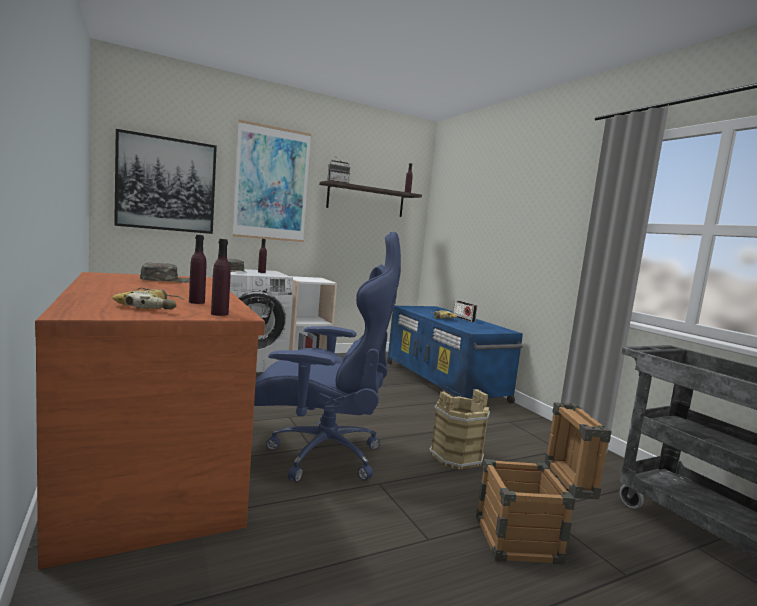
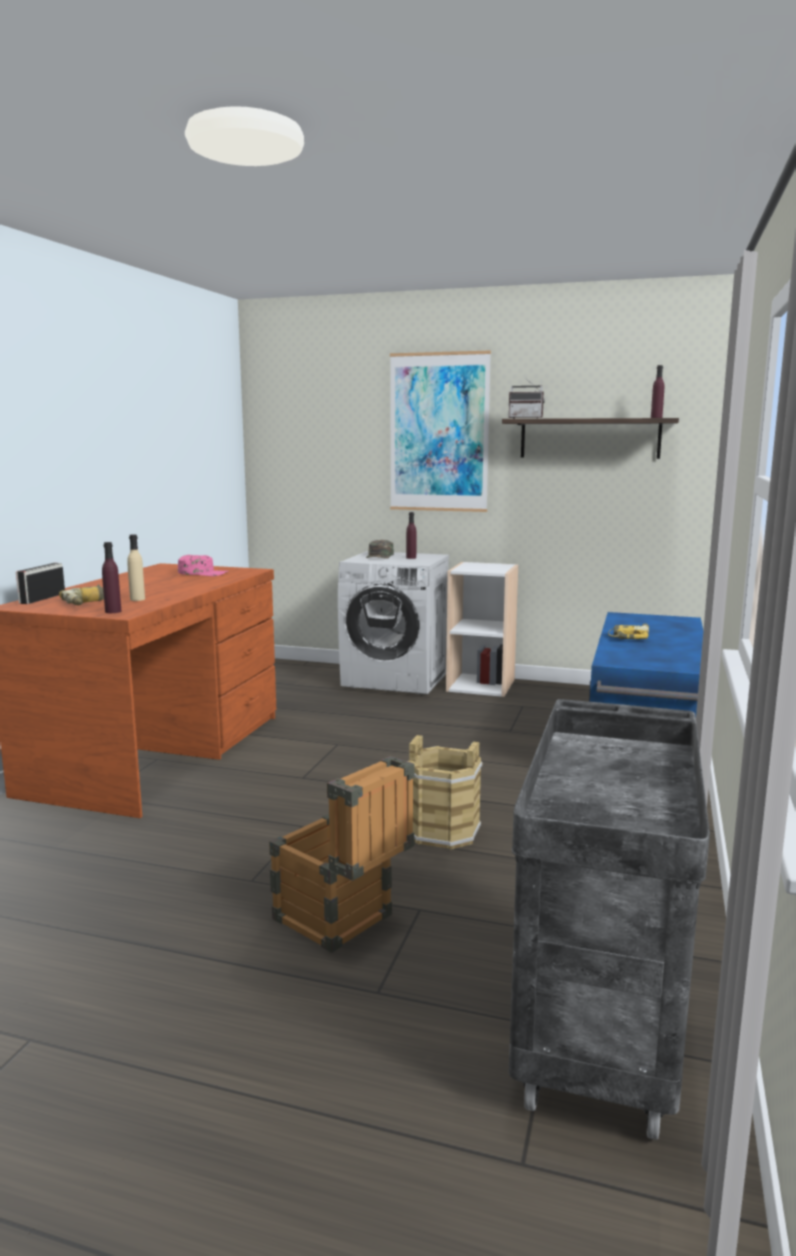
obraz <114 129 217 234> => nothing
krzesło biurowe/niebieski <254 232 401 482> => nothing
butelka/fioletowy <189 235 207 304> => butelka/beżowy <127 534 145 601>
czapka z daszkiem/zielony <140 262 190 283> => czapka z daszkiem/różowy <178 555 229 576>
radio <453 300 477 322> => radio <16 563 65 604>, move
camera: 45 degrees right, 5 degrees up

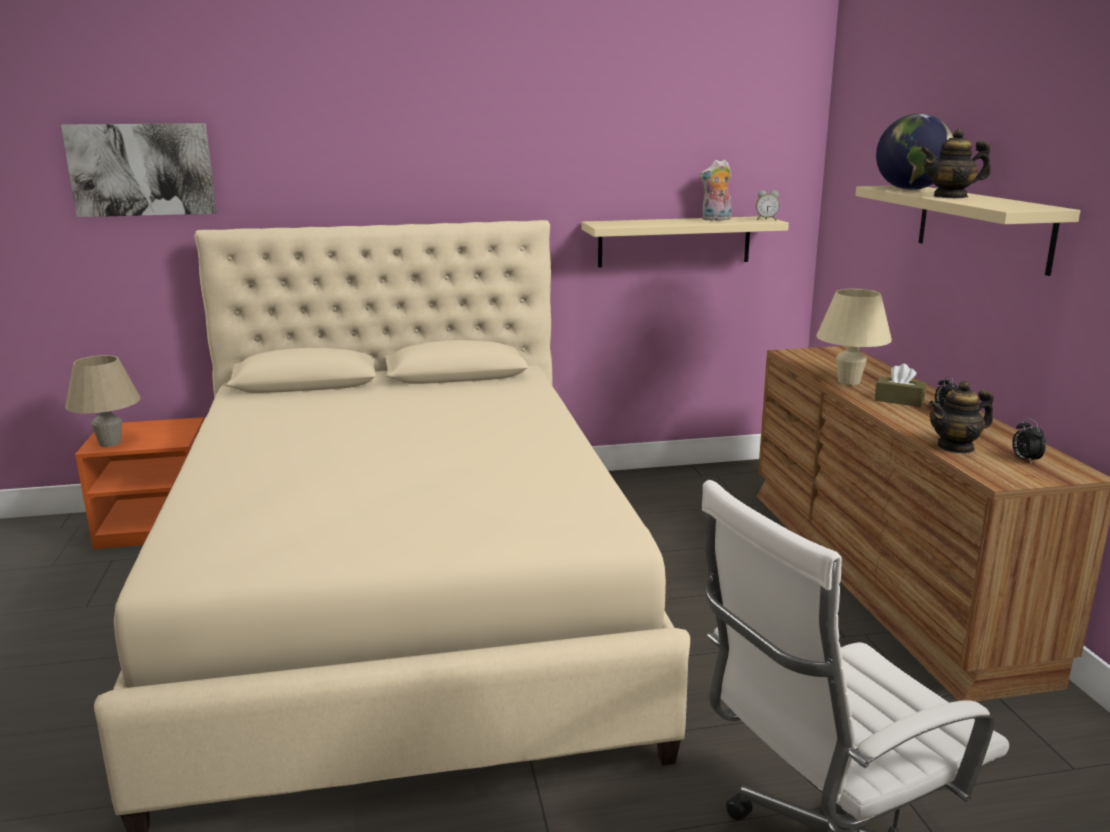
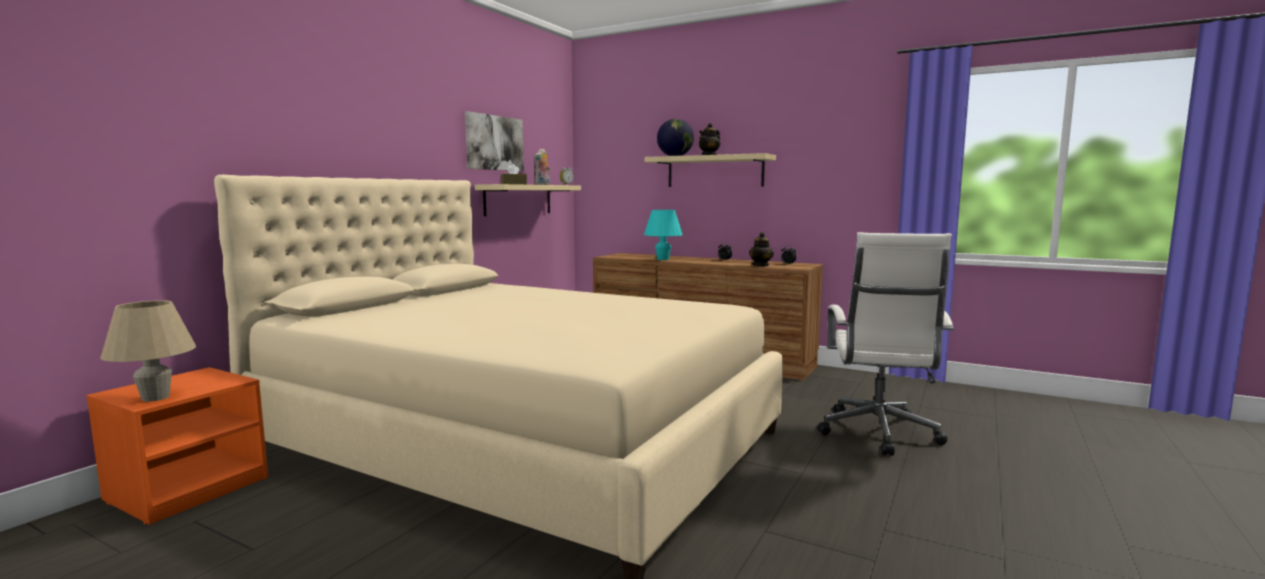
obraz <61 123 217 217> => obraz <465 111 524 171>, move
lampa stołowa/beżowy <816 289 892 385> => lampa stołowa/turkusowy <644 210 683 260>
pudełko chusteczek/brązowy <874 364 927 407> => pudełko chusteczek/brązowy <501 164 527 185>, move
camera: 50 degrees left, 10 degrees down

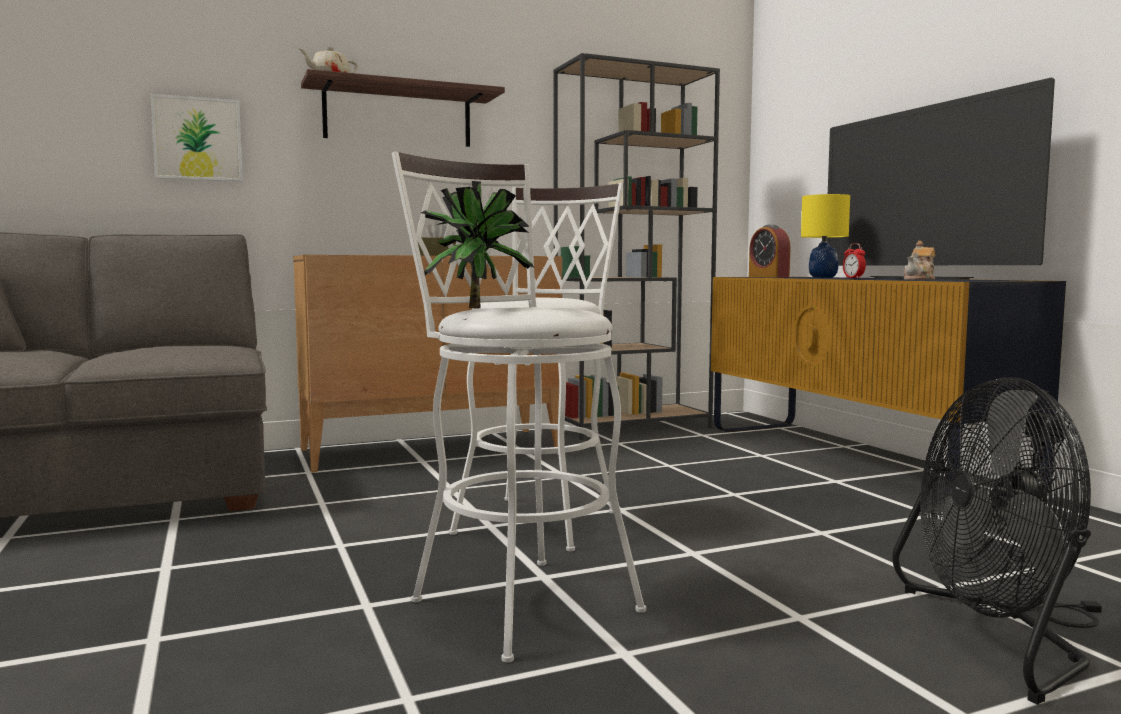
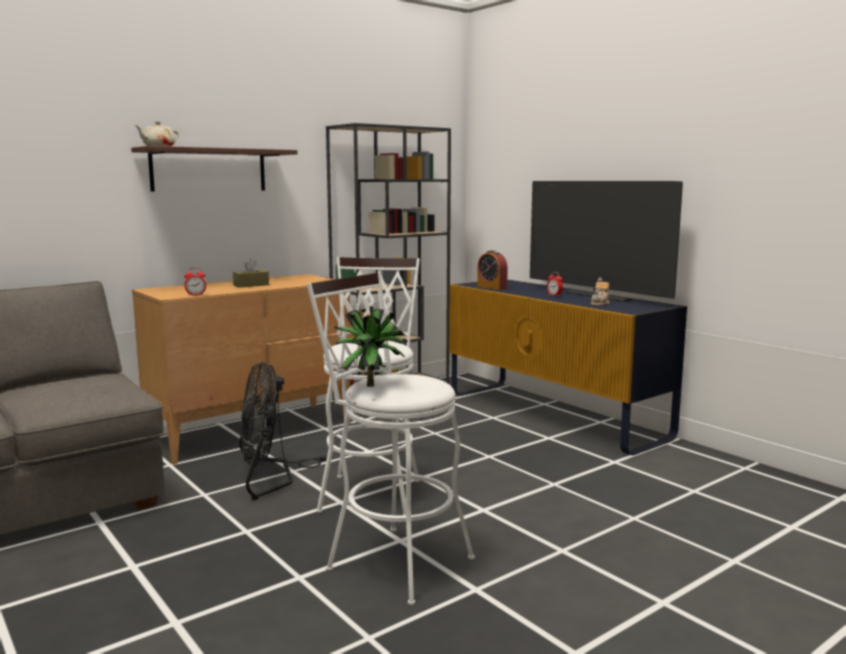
obraz <151 94 243 182> => nothing
lampa stołowa/żółty <801 194 850 278> => nothing
wentylator/czarny <892 377 1105 705> => wentylator/czarny <239 362 327 501>, move
nothing => budzik <184 268 206 296>
camera: 15 degrees left, 5 degrees up

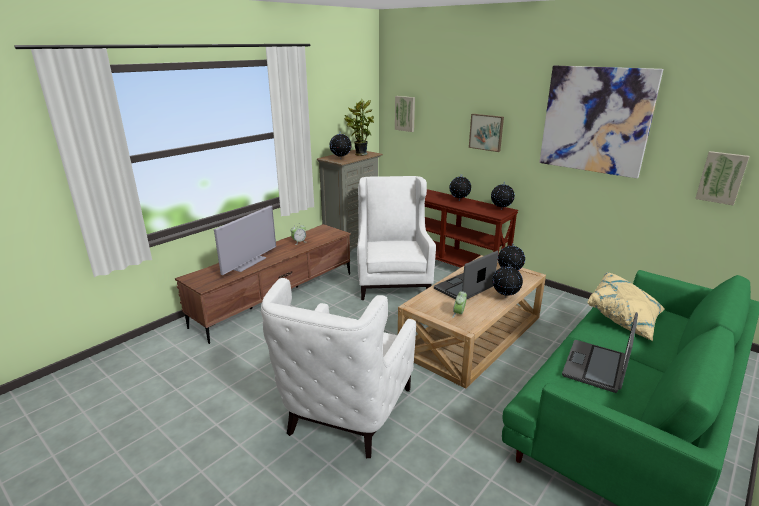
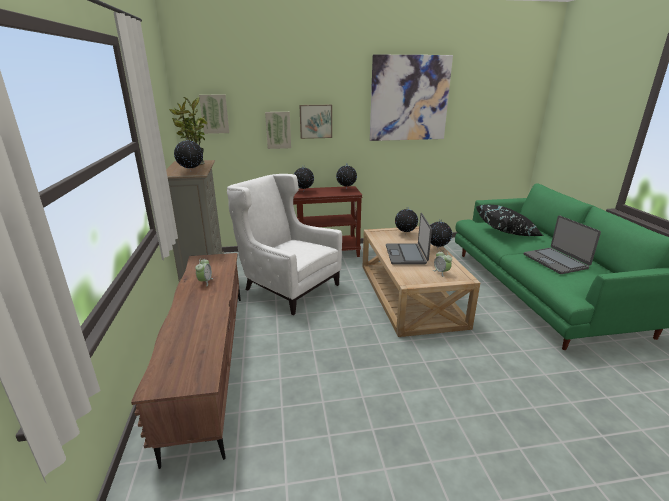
obraz <695 151 750 205> => obraz <265 112 291 149>, move
telewizor <214 206 276 275> => nothing
poduszka/beżowy <587 272 665 341> => poduszka/czarny <476 205 543 236>
fotel/biały <261 278 416 458> => nothing
camera: 50 degrees left, 0 degrees up

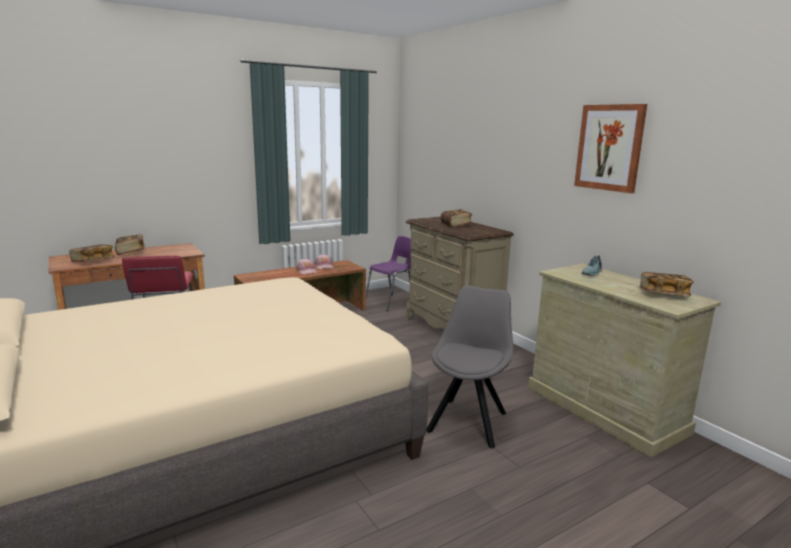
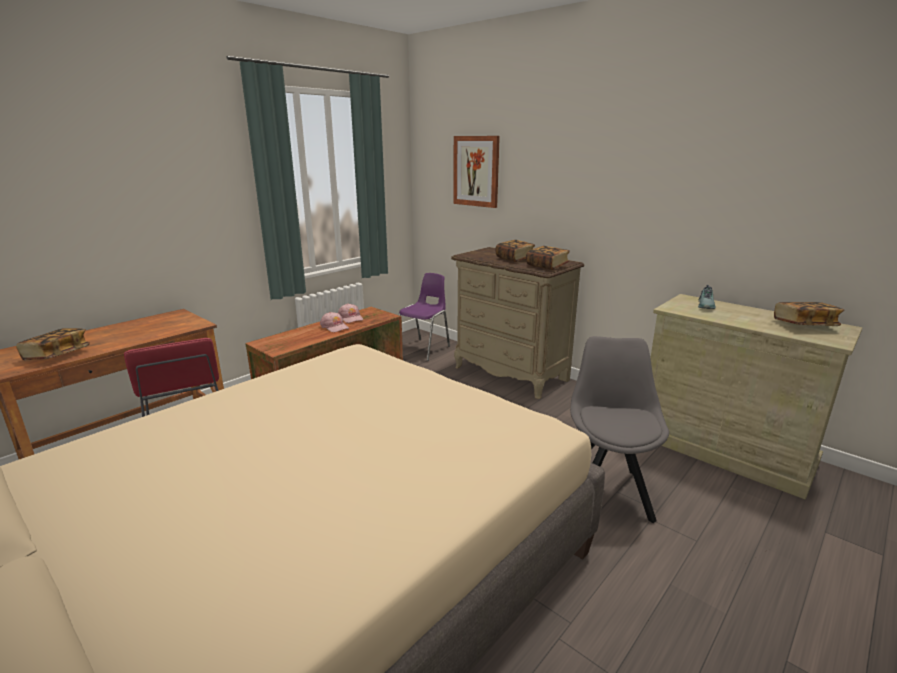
obraz <574 104 647 193> => obraz <453 136 500 208>, move
książka <115 234 145 255> => książka <526 246 570 270>, move
camera: 15 degrees left, 5 degrees up

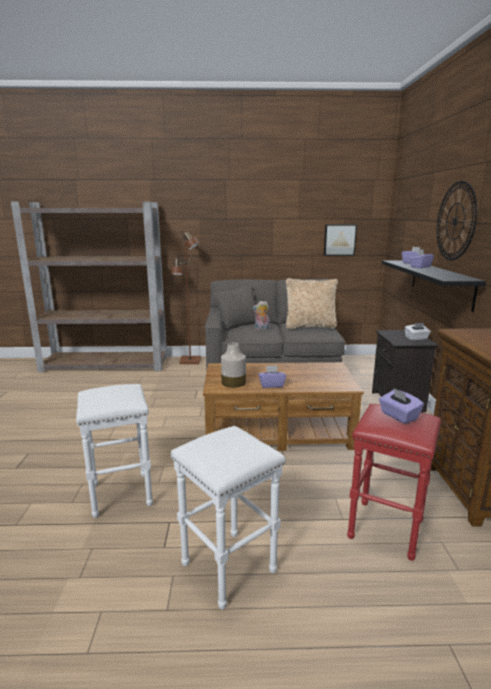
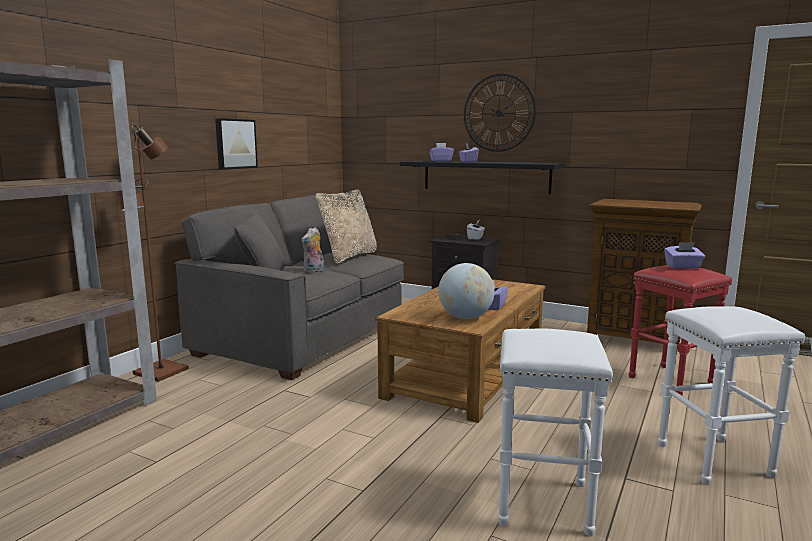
obraz <324 224 357 256> => obraz <215 118 258 170>, move
wazon/beżowy <221 343 246 388> => globus <438 263 495 319>
camera: 60 degrees left, 5 degrees down

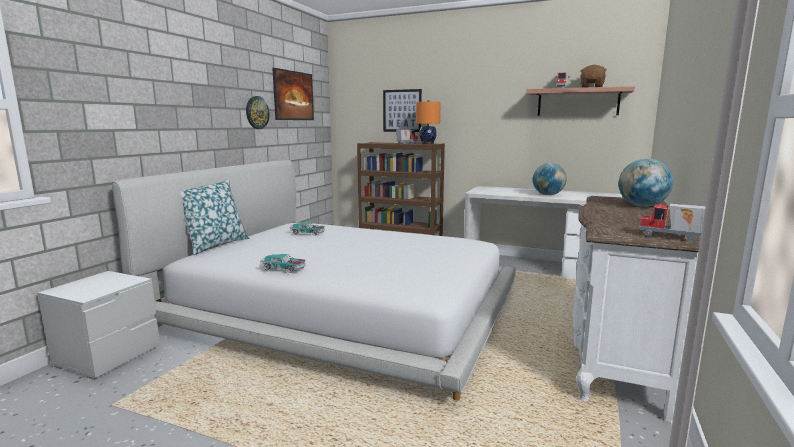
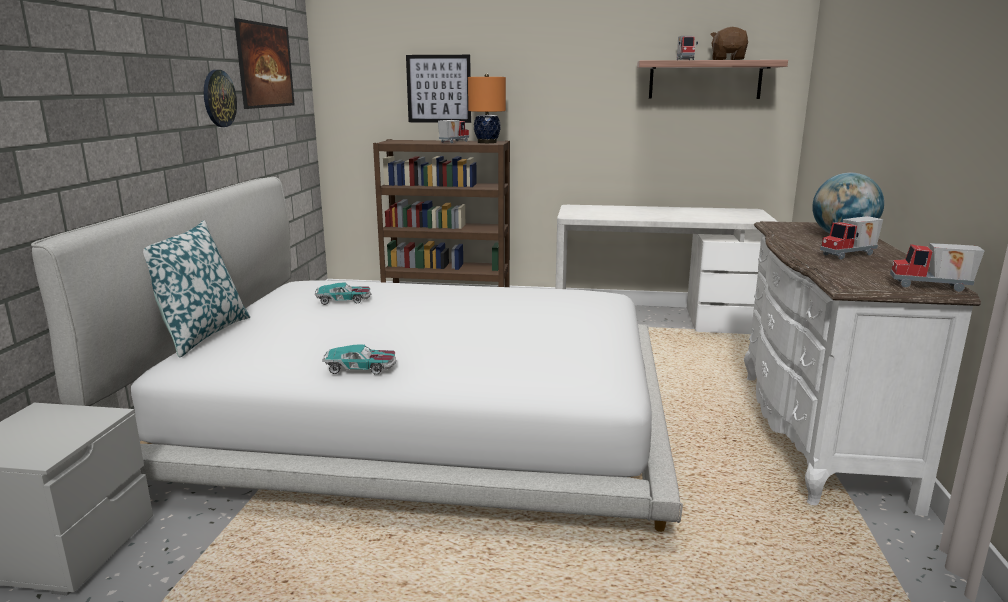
globus <533 163 567 195> => nothing
nothing => ciężarówka zabawkowa <820 216 883 260>
camera: 15 degrees left, 5 degrees up

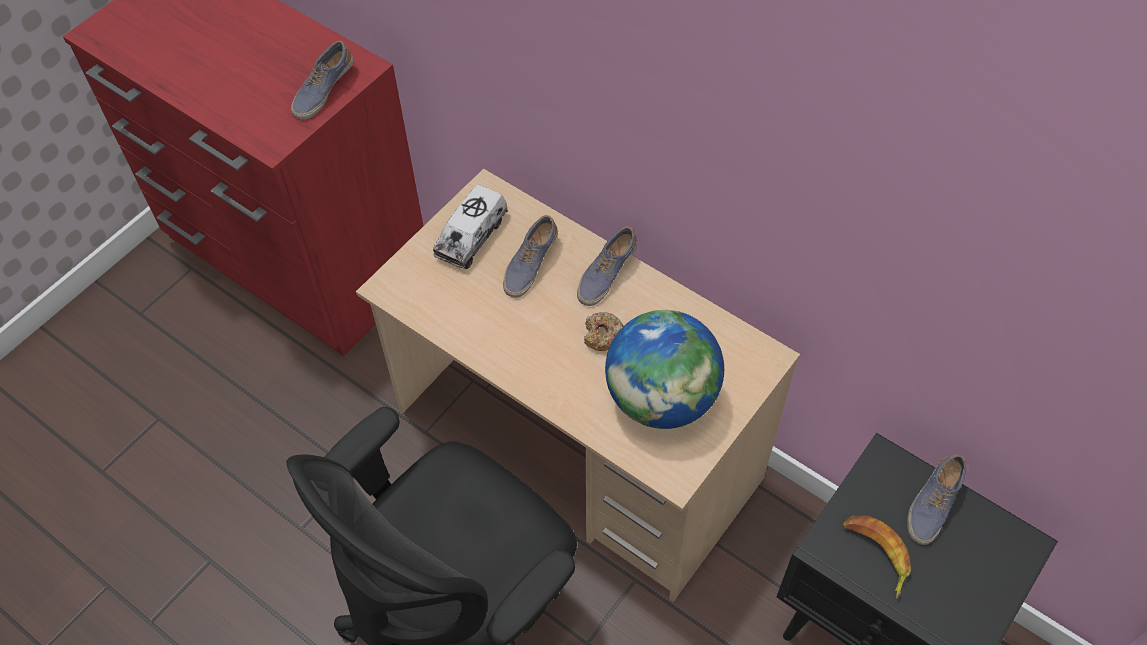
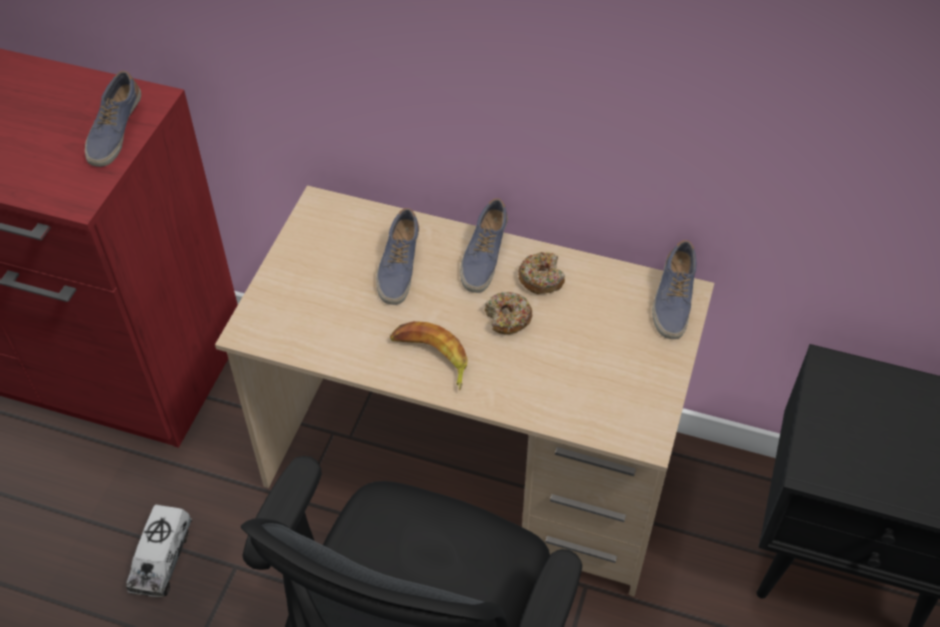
ciężarówka zabawkowa <433 184 508 269> => ciężarówka zabawkowa <126 505 192 597>, move
globus <605 310 724 429> => nothing
but <907 455 966 545> => but <652 240 696 339>, move
banan <842 515 911 599> => banan <390 321 468 390>, move
nothing => donut <518 252 565 294>
camera: 20 degrees left, 5 degrees down

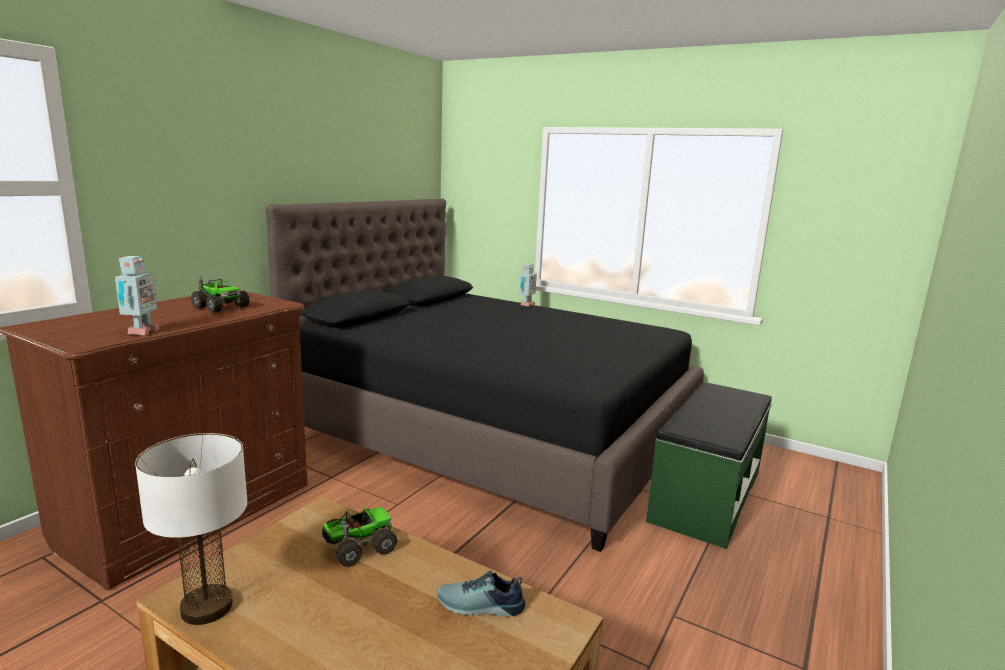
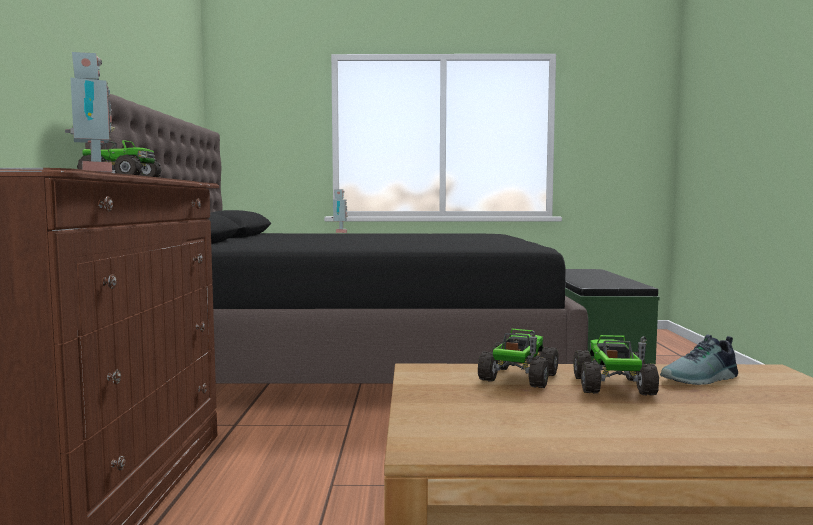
lampa stołowa <135 433 247 625> => nothing
nothing => ciężarówka zabawkowa <574 335 659 395>
camera: 30 degrees left, 10 degrees down

